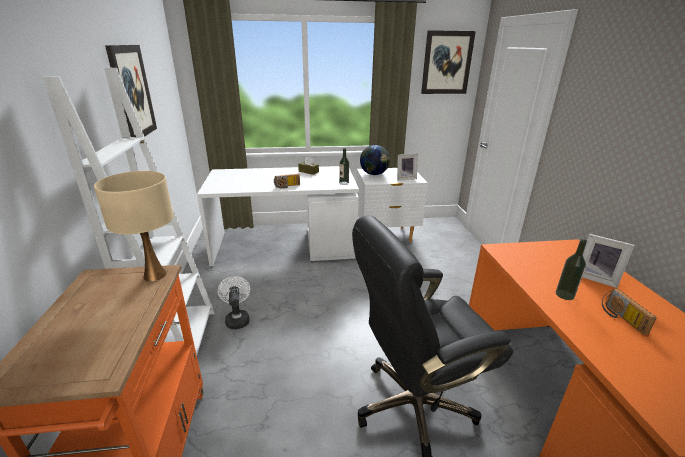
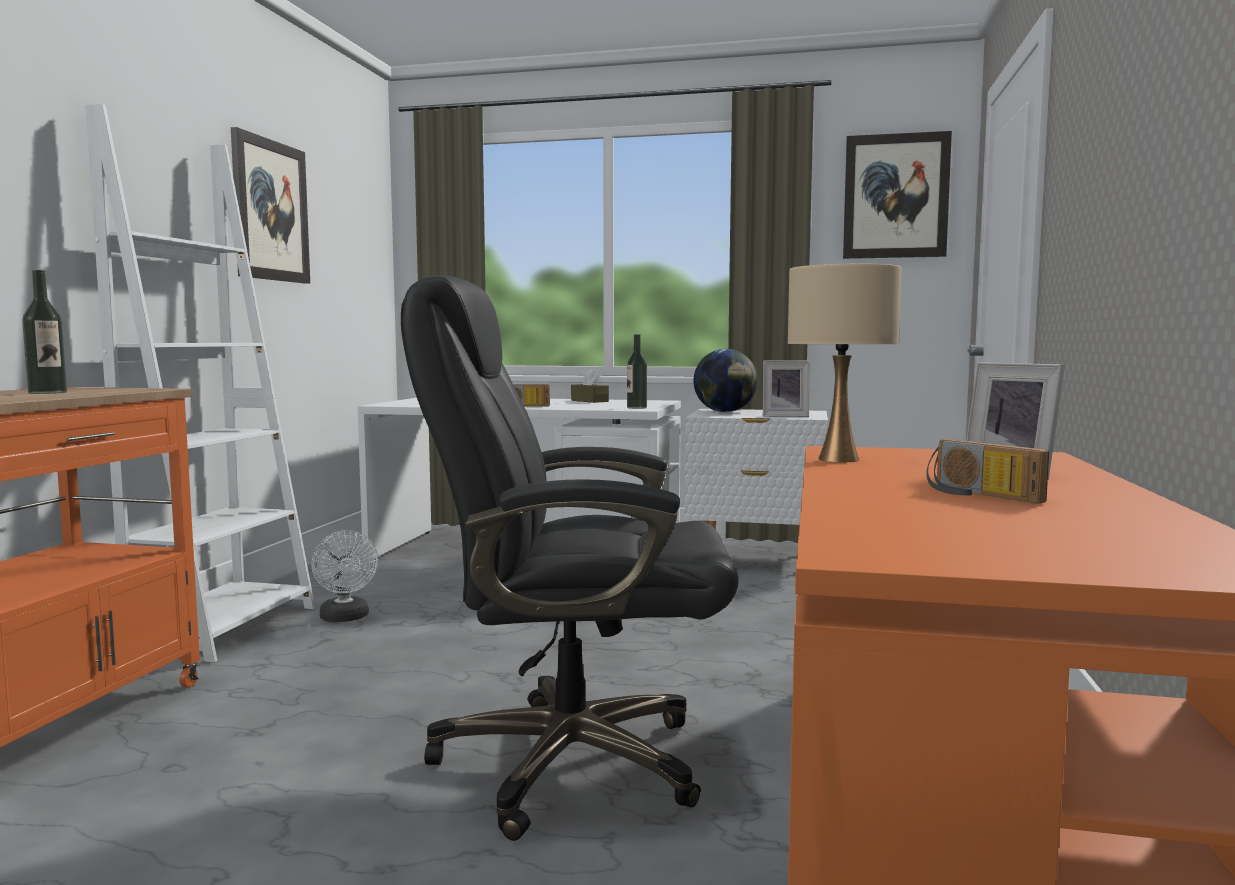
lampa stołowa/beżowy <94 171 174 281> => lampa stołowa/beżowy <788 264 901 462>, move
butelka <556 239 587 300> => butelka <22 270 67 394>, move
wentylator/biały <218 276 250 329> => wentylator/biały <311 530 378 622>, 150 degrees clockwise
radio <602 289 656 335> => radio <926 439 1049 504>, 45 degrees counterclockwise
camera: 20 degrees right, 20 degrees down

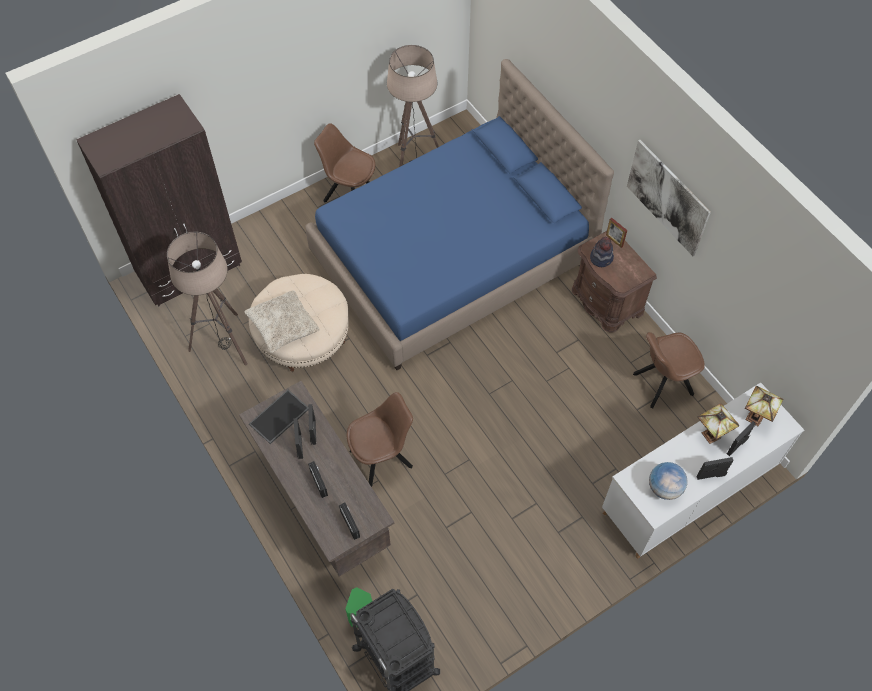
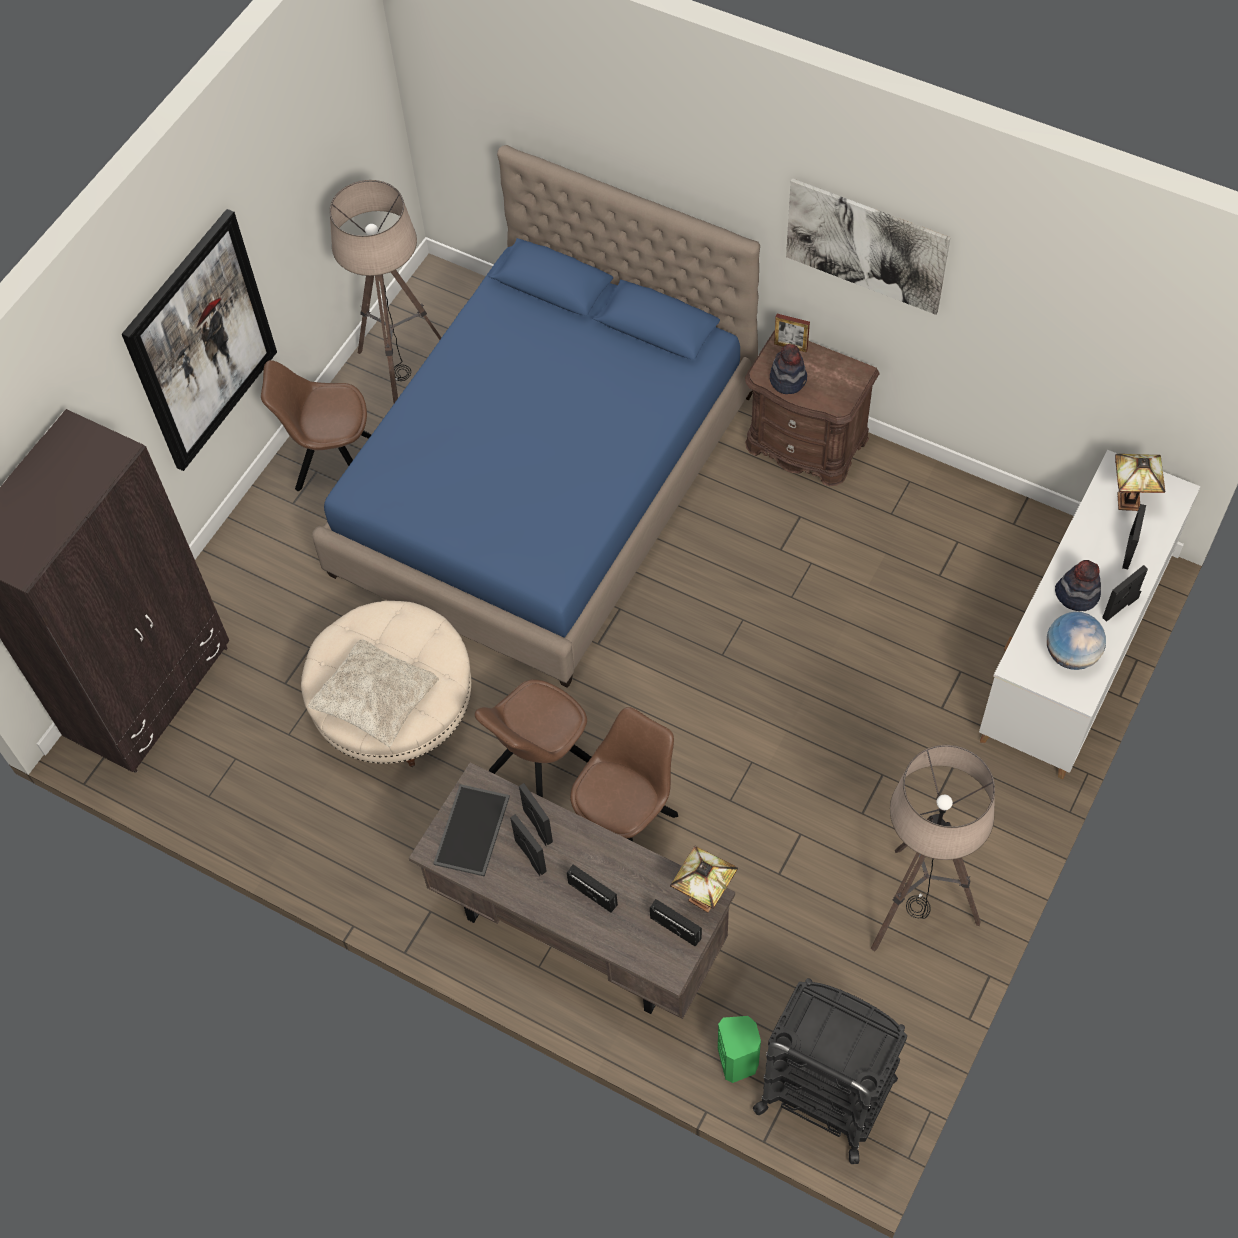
lampa stojąca <167 232 247 366> => lampa stojąca <871 745 995 952>, move
krzesło/brązowy <633 332 705 408> => krzesło/brązowy <475 679 591 798>, move
lampa stołowa <697 403 740 444> => lampa stołowa <670 846 738 913>, move
nothing => obraz <122 209 277 471>
nothing => kapelusz <1055 560 1101 611>
camera: 25 degrees left, 0 degrees up

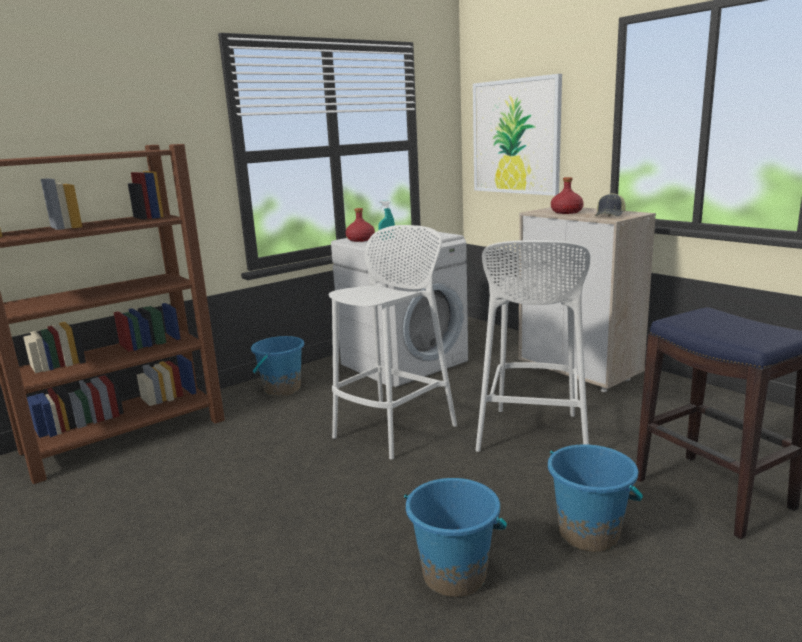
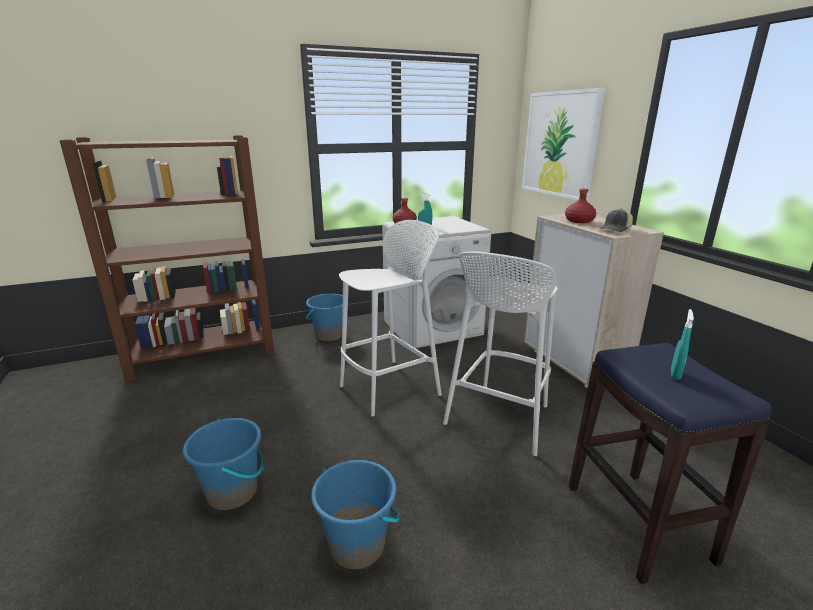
wiadro/niebieski <548 444 643 552> => wiadro/niebieski <183 418 264 510>, move
nothing => spryskiwacz/turkusowy <671 309 694 380>
camera: 15 degrees right, 5 degrees up

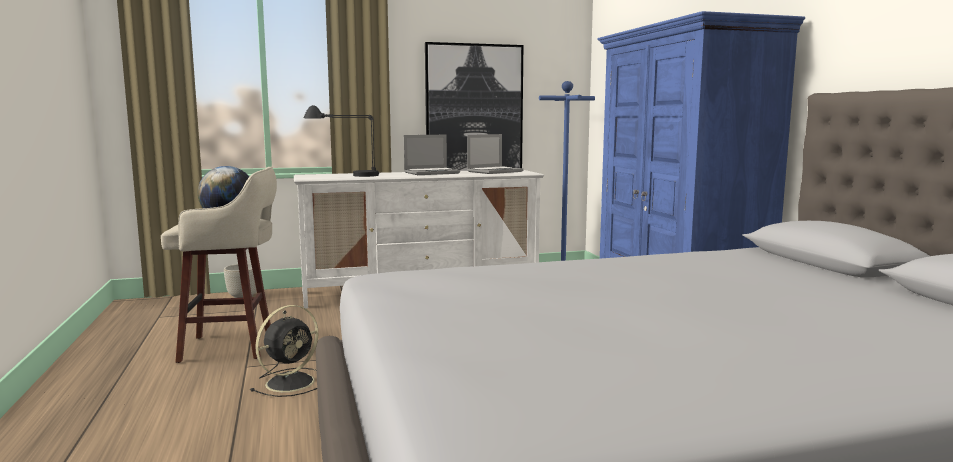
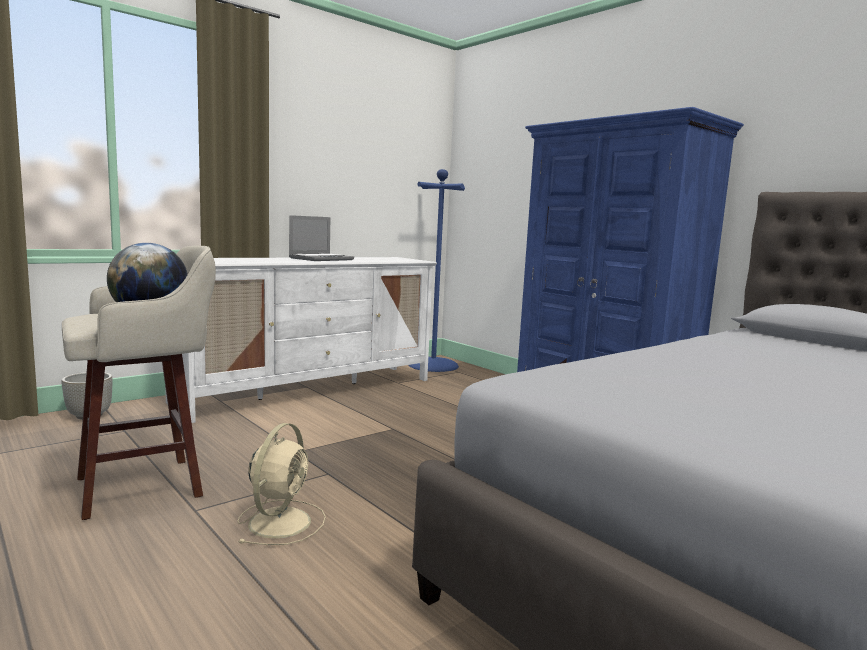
obraz <425 42 523 171> => nothing
lampa stołowa/czarny <304 105 379 177> => nothing
laptop <467 134 524 174> => nothing
wentylator/czarny <250 305 318 397> => wentylator/beżowy <237 423 326 545>
camera: 25 degrees left, 0 degrees up

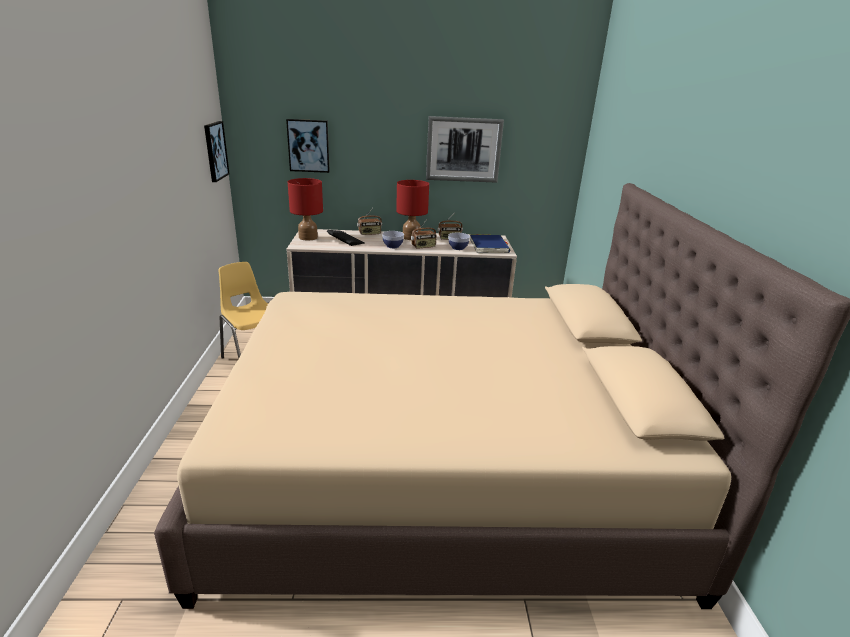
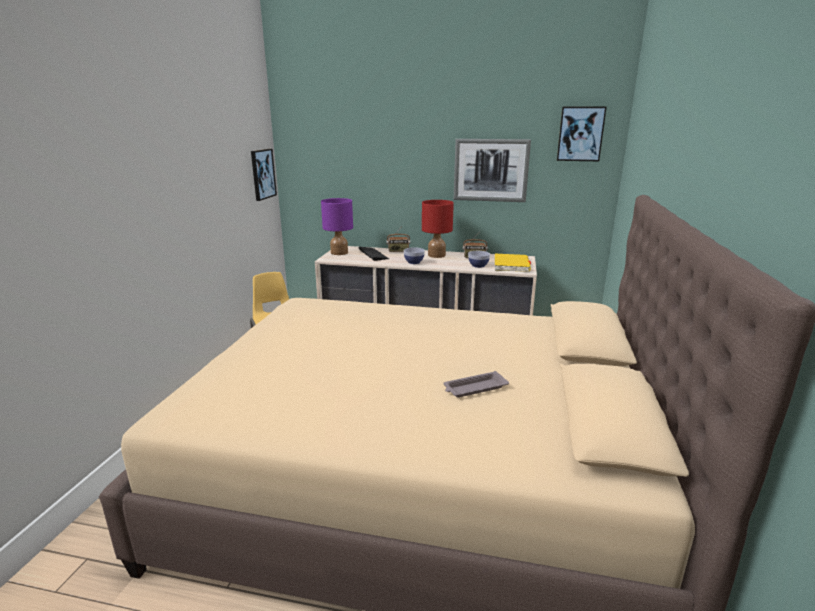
obraz <286 119 330 173> => obraz <557 107 607 161>, move
lampa stołowa/czerwony <288 178 323 240> => lampa stołowa/fioletowy <321 198 353 255>
radio <411 220 437 249> => nothing
książka/niebieski <470 234 510 253> => książka/żółty <495 254 531 272>
nothing => taca/szary <444 371 509 397>
camera: 15 degrees right, 5 degrees down

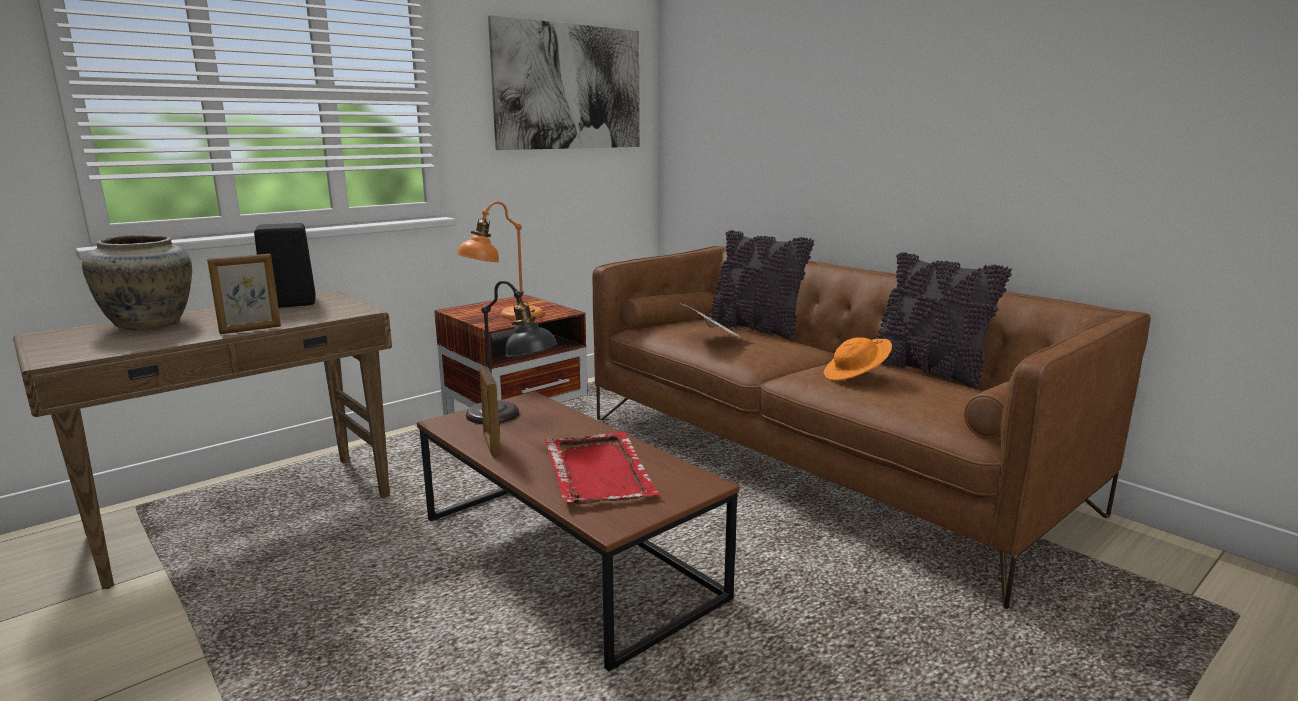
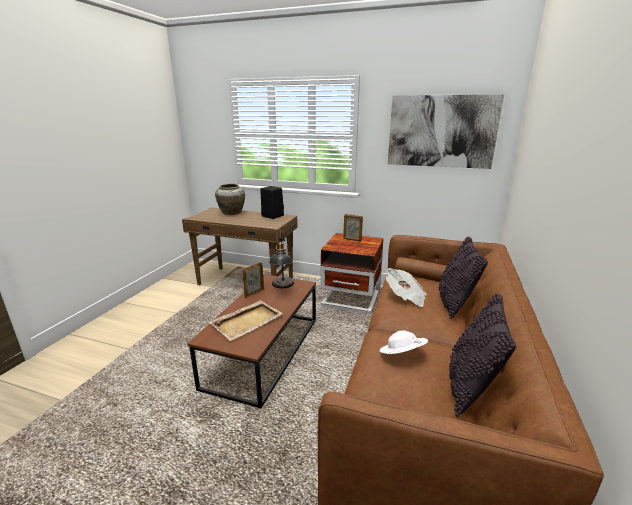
lampa stołowa/pomarańczowy <456 201 544 320> => nothing
ramka na zdjęcie <207 254 281 334> => ramka na zdjęcie <343 214 363 241>, move
kapelusz/pomarańczowy <824 337 892 381> => kapelusz/biały <380 330 428 354>
taca/czerwony <545 432 661 505> => taca/beżowy <209 300 283 341>
camera: 60 degrees right, 5 degrees up

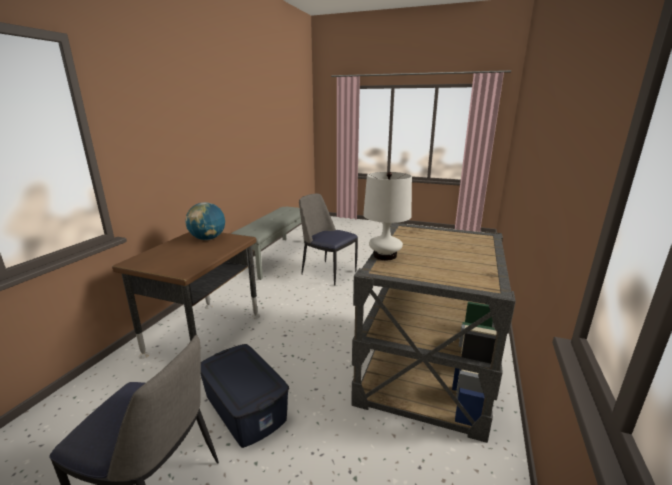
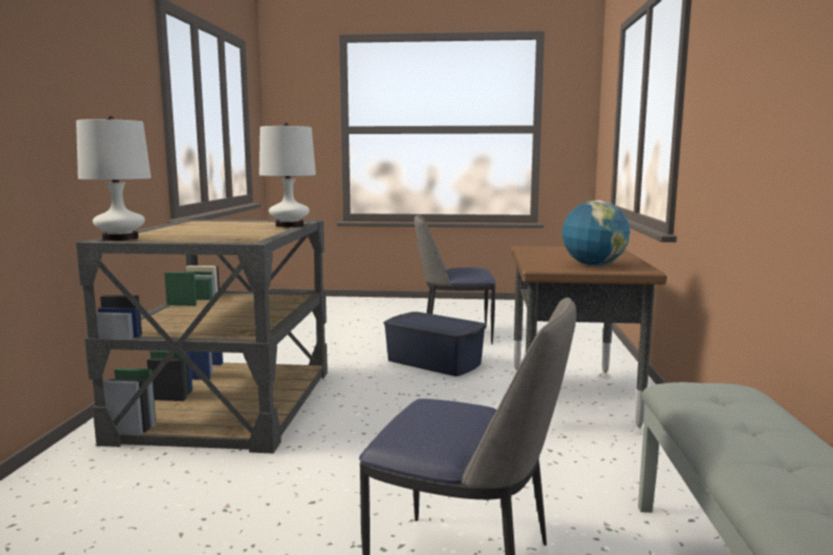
nothing => lampa stołowa/biały <76 116 151 241>
camera: 165 degrees right, 10 degrees down

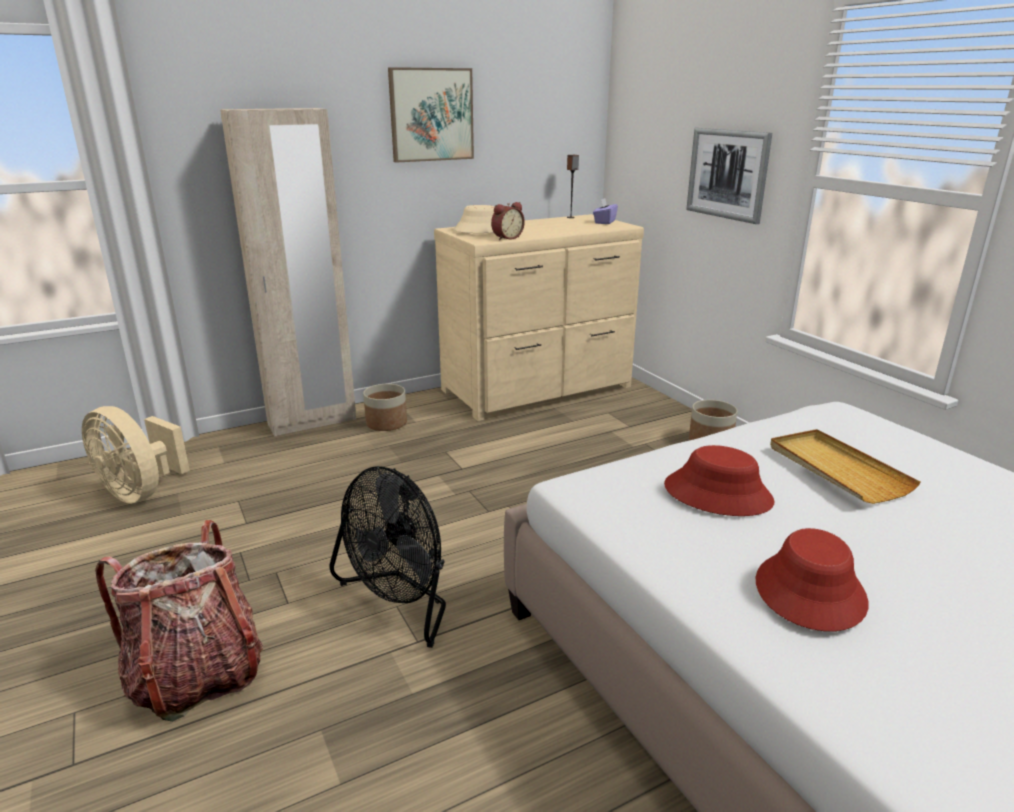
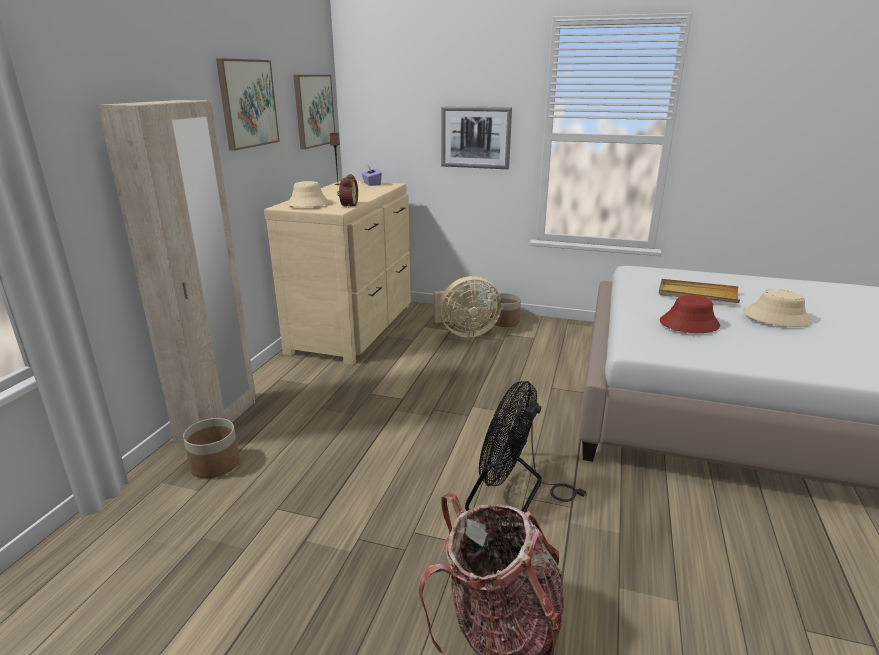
donica <363 384 407 431> => donica <183 418 240 478>, move
wentylator/beżowy <82 406 190 504> => wentylator/beżowy <434 276 502 338>, move
wentylator/czarny <329 466 446 648> => wentylator/czarny <465 381 587 513>, 120 degrees clockwise
kapelusz/czerwony <756 528 868 631> => nothing
nothing => obraz <293 75 335 149>
nothing => kapelusz/beżowy <743 289 813 327>
camera: 45 degrees left, 0 degrees up

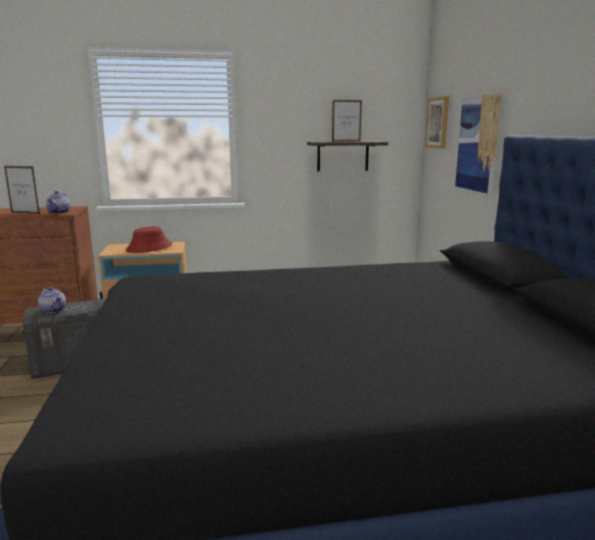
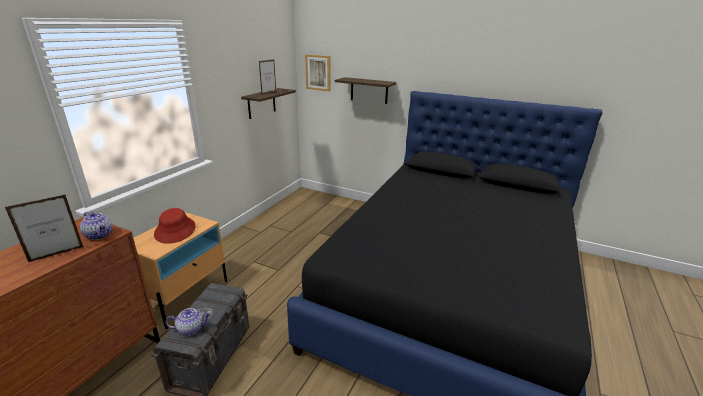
obraz <455 93 502 194> => półka <335 77 396 104>
camera: 55 degrees left, 10 degrees up

